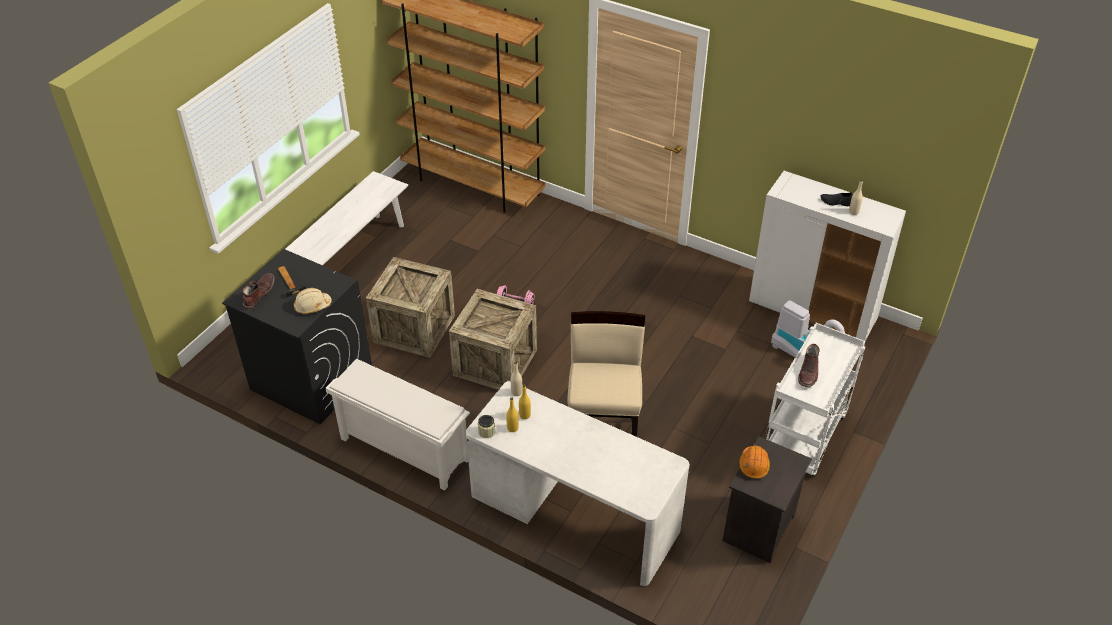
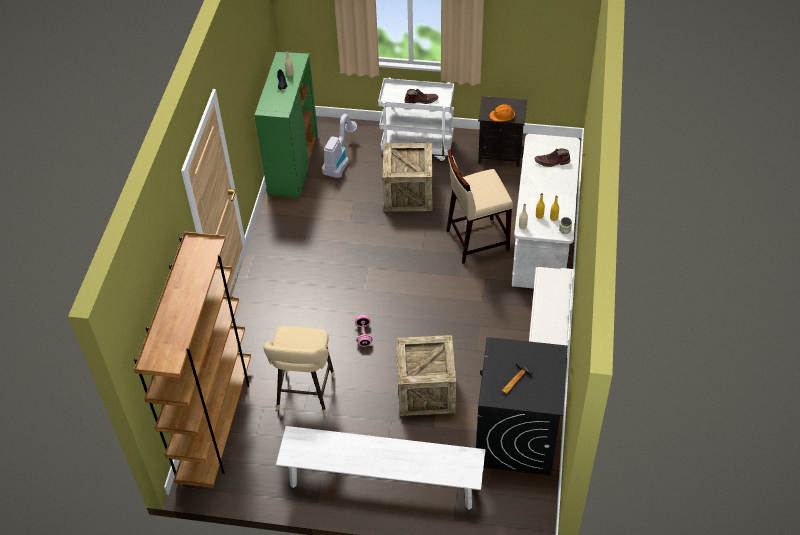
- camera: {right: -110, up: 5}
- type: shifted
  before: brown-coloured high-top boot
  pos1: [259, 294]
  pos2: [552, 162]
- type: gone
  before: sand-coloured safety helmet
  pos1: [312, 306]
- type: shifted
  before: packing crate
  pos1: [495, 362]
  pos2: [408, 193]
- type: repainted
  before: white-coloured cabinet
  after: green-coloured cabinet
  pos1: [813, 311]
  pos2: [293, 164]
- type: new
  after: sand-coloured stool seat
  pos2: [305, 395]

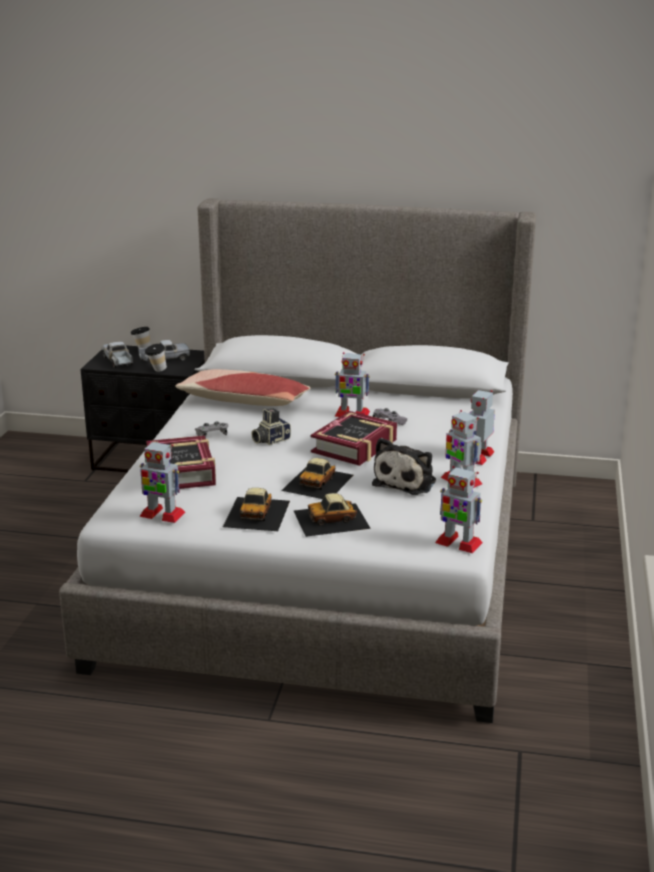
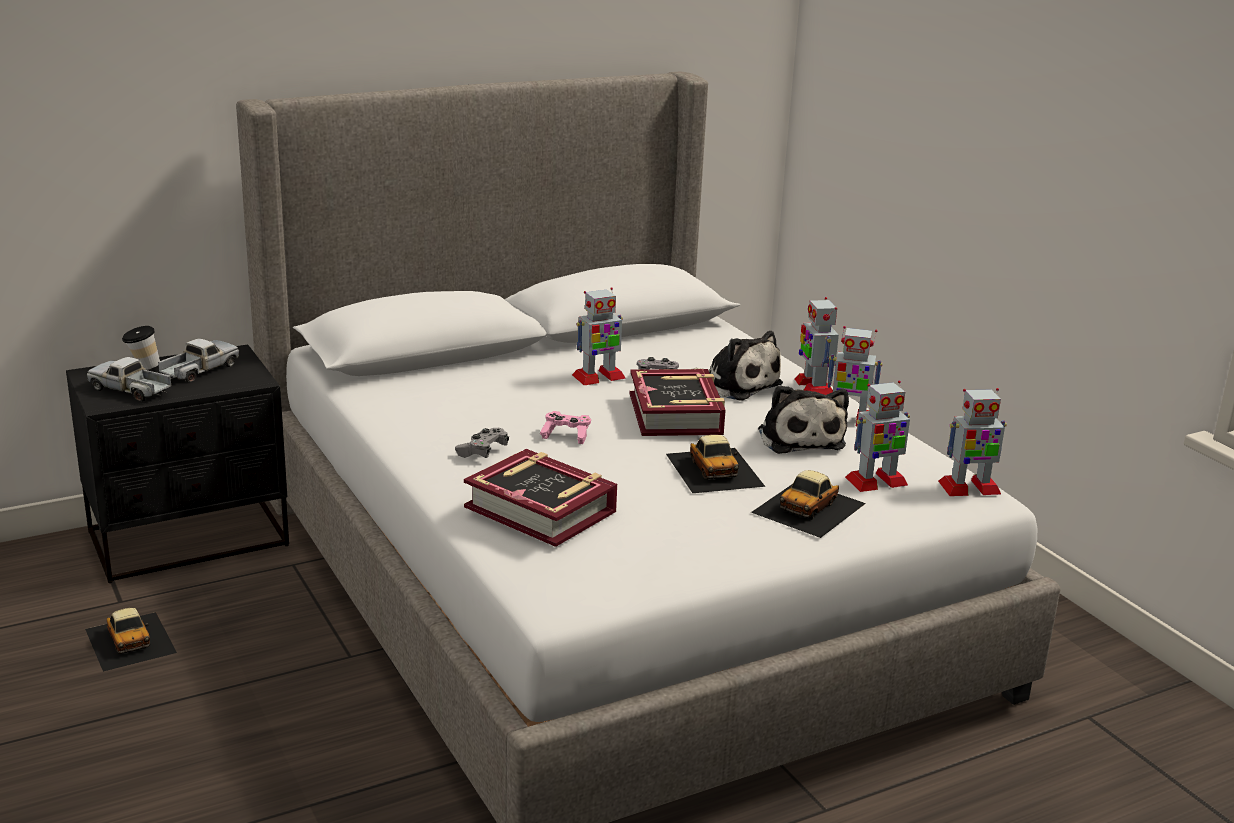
- camera: {right: -40, up: 0}
- type: shifted
  before: toy robot
  pos1: [161, 514]
  pos2: [875, 481]
- type: gone
  before: drinking cup
  pos1: [156, 370]
- type: gone
  before: cushion
  pos1: [242, 401]
- type: shifted
  before: model car
  pos1: [257, 513]
  pos2: [130, 640]
- type: swapped
  before: still camera
  after: pink-coloured game controller
  pos1: [270, 440]
  pos2: [566, 435]
- type: new
  after: soft toy
  pos2: [736, 384]

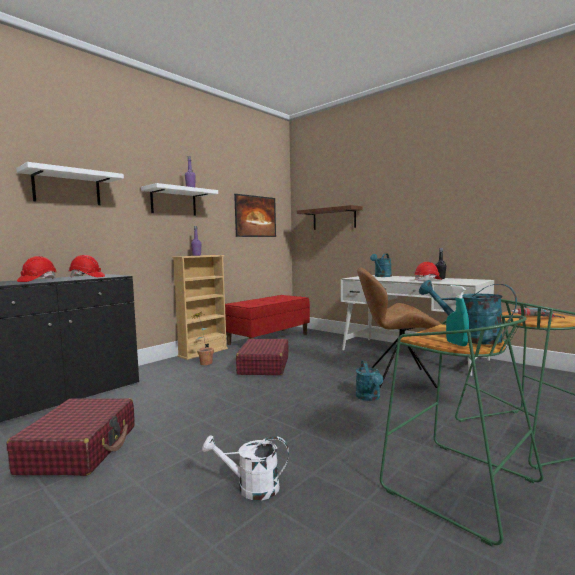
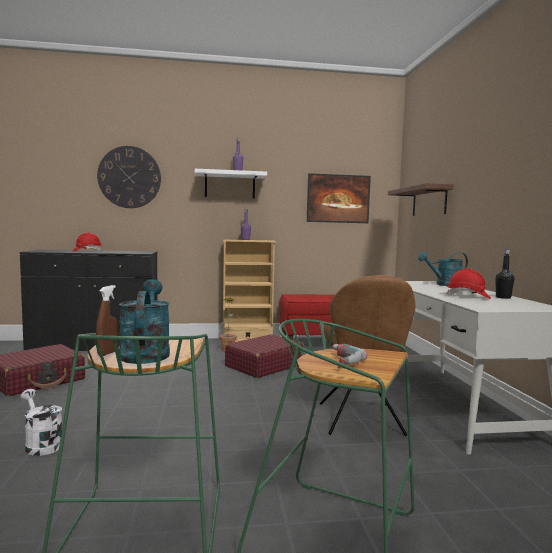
- camera: {right: 40, up: 0}
- type: swapped
  before: white-coloured bracket shelf
  after: wall clock
  pos1: [67, 188]
  pos2: [129, 177]
- type: gone
  before: reddish safety helmet
  pos1: [86, 277]
- type: gone
  before: blue-green watering can
  pos1: [369, 398]
- type: rotated
  before: brown-coloured chair
  pos1: [398, 378]
  pos2: [360, 420]
  turn: -135
- type: repainted
  before: blue-green hand sprayer
  after: brown-coloured hand sprayer
  pos1: [456, 344]
  pos2: [108, 353]

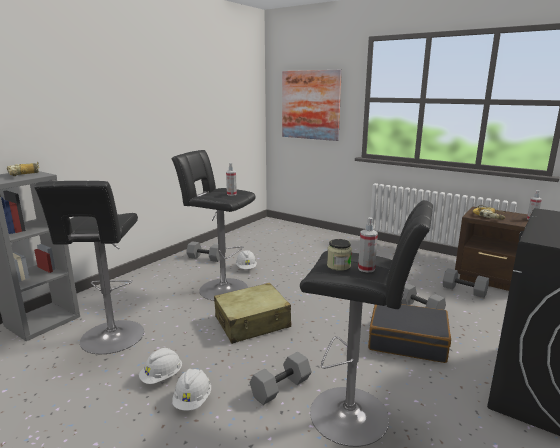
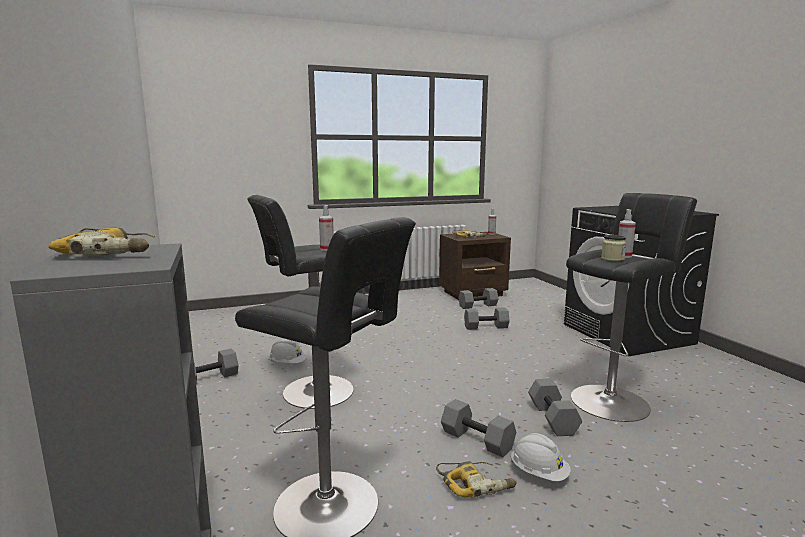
- camera: {right: -55, up: -5}
- type: swapped
  before: white-coloured safety helmet
  after: electric drill
  pos1: [162, 377]
  pos2: [475, 484]
- type: gone
  before: sand-coloured travel case
  pos1: [252, 323]
- type: gone
  before: picture
  pos1: [310, 105]
- type: gone
  before: blackish travel case
  pos1: [407, 341]
- type: new
  after: grey dumbbell
  pos2: [476, 440]

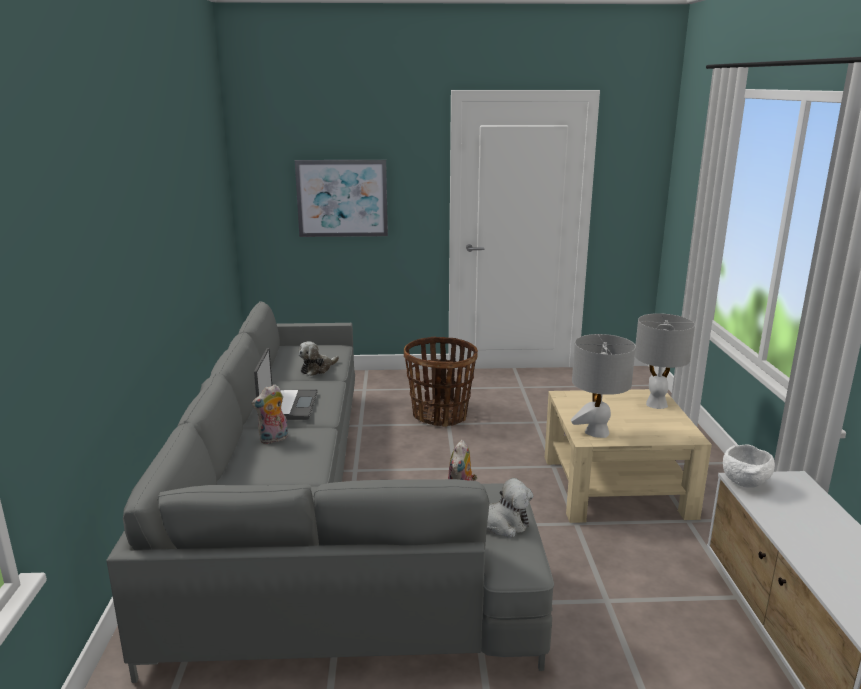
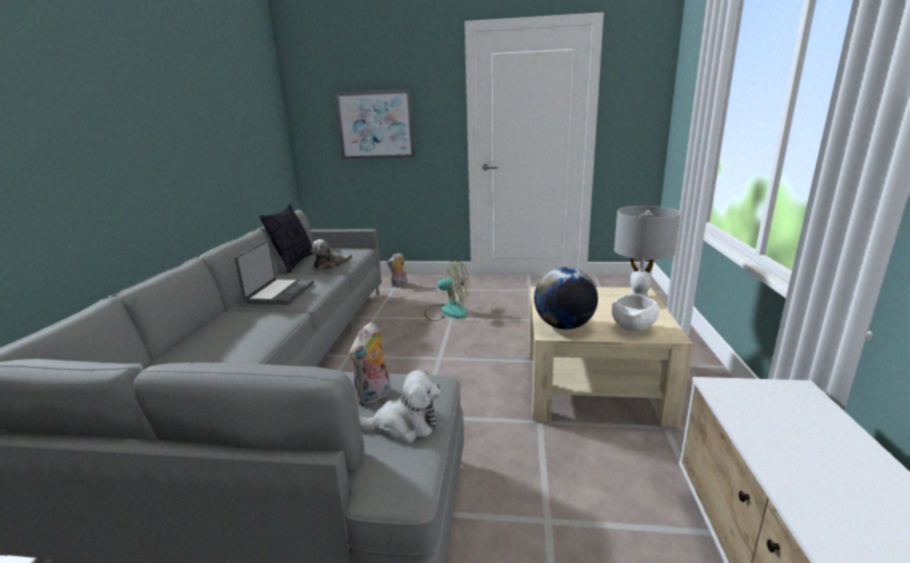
- camera: {right: 10, up: 0}
- type: shifted
  before: soft toy
  pos1: [273, 439]
  pos2: [399, 285]
- type: swapped
  before: basket
  after: cooling fan
  pos1: [440, 415]
  pos2: [447, 311]
- type: swapped
  before: grey tabletop lamp
  after: globe
  pos1: [596, 432]
  pos2: [564, 326]
- type: shifted
  before: white-coloured bowl
  pos1: [745, 484]
  pos2: [633, 329]
- type: new
  after: cushion
  pos2: [294, 263]

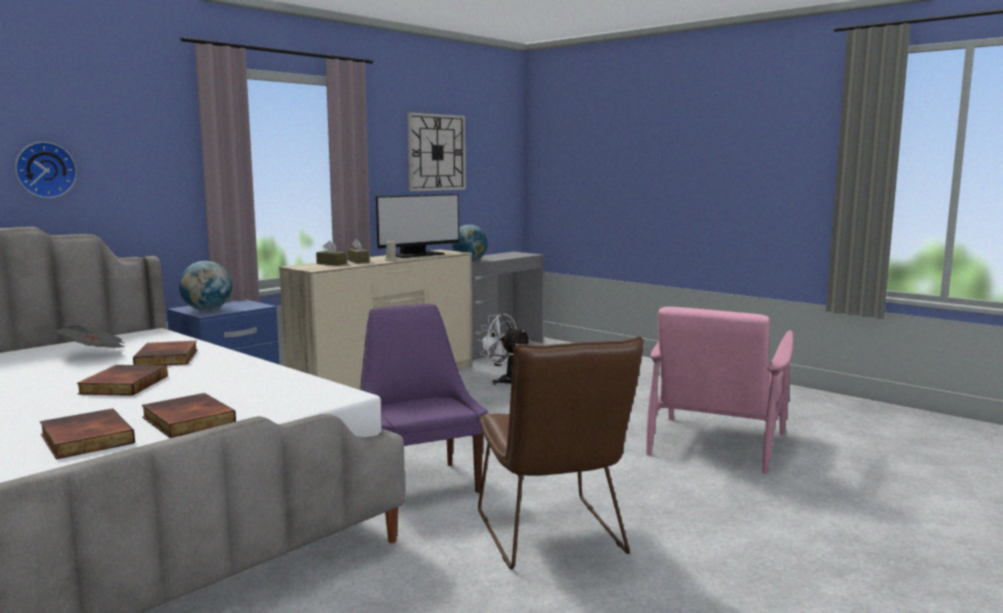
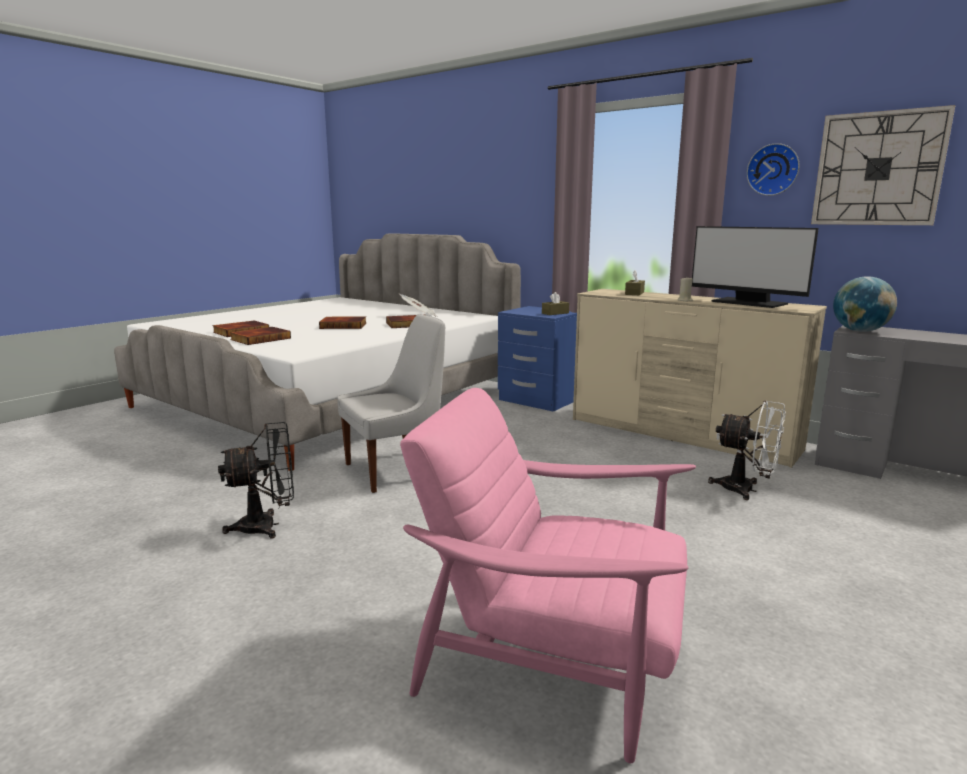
- camera: {right: 85, up: 5}
- type: shifted
  before: wall clock
  pos1: [45, 170]
  pos2: [773, 170]
- type: gone
  before: globe
  pos1: [207, 310]
- type: shifted
  before: brown-coloured box of tissues
  pos1: [358, 261]
  pos2: [555, 313]
- type: repainted
  before: purple-coloured chair
  after: white-coloured chair
  pos1: [421, 483]
  pos2: [396, 470]
- type: rotated
  before: white-coloured cooling fan
  pos1: [505, 381]
  pos2: [746, 490]
  turn: 90
- type: swapped
  before: brown-coloured chair
  after: blackish cooling fan
  pos1: [553, 537]
  pos2: [267, 526]

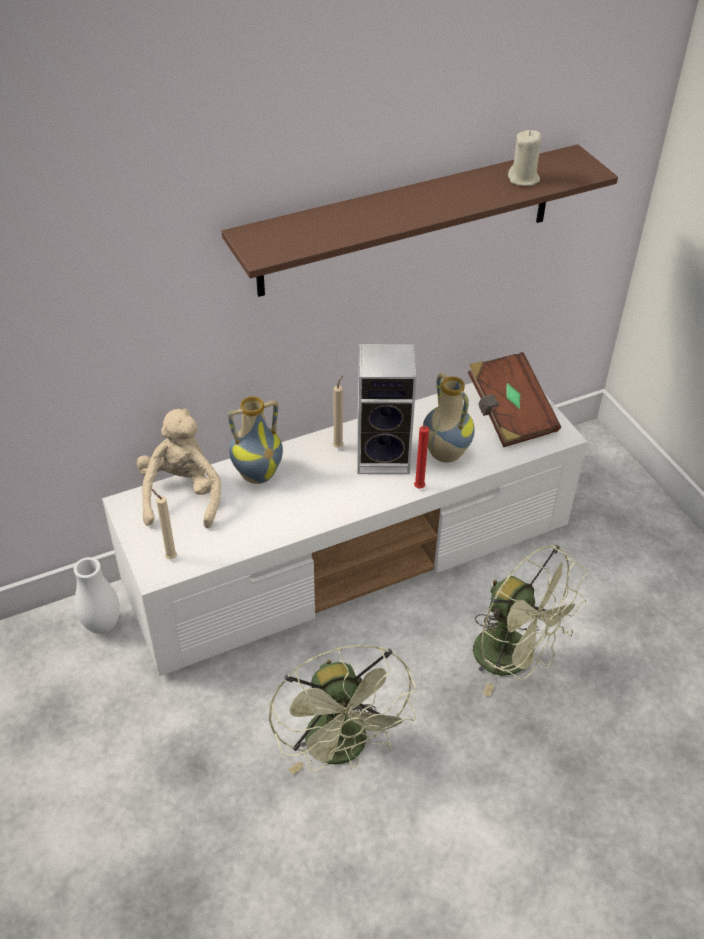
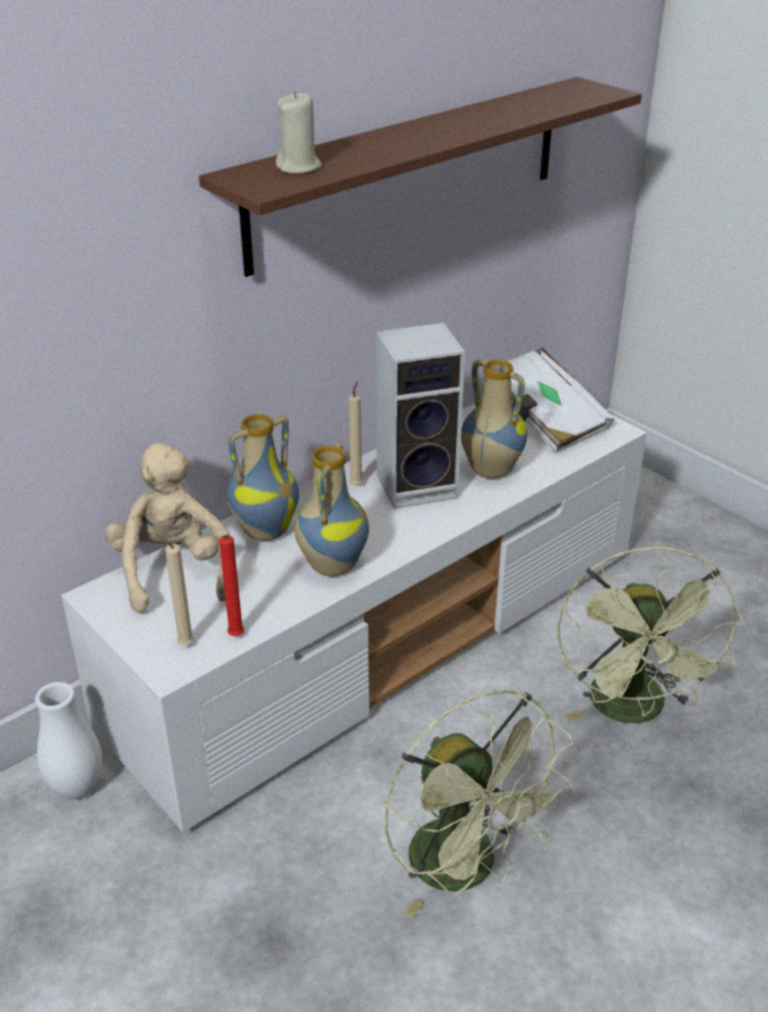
- camera: {right: -15, up: -10}
- type: shifted
  before: reddish wax light
  pos1: [418, 489]
  pos2: [235, 638]
- type: repainted
  before: brown-coloured book
  after: white-coloured book
  pos1: [509, 414]
  pos2: [545, 420]
- type: rotated
  before: green-coloured cooling fan
  pos1: [514, 659]
  pos2: [633, 711]
  turn: 60
- type: shifted
  before: sand-coloured wax light
  pos1: [523, 179]
  pos2: [299, 167]
- type: new
  after: flower vase
  pos2: [331, 565]

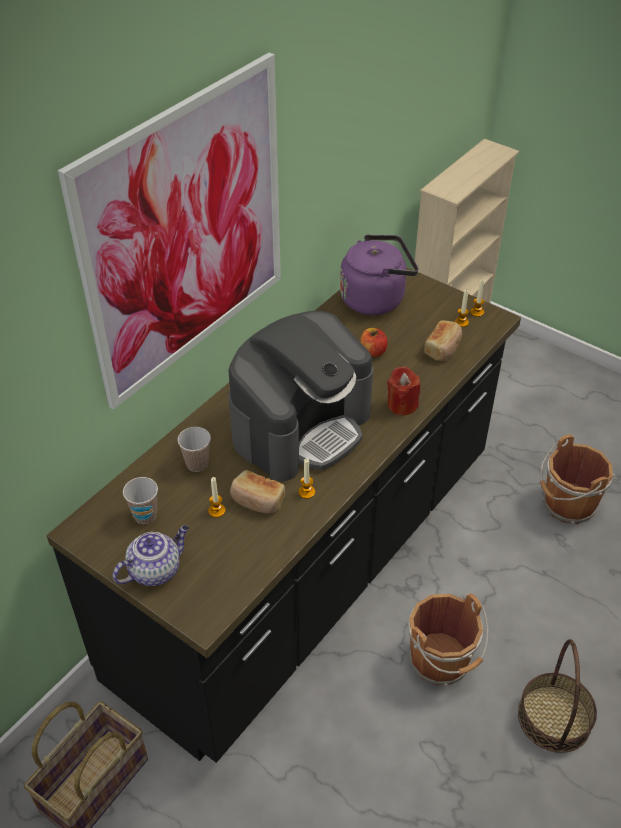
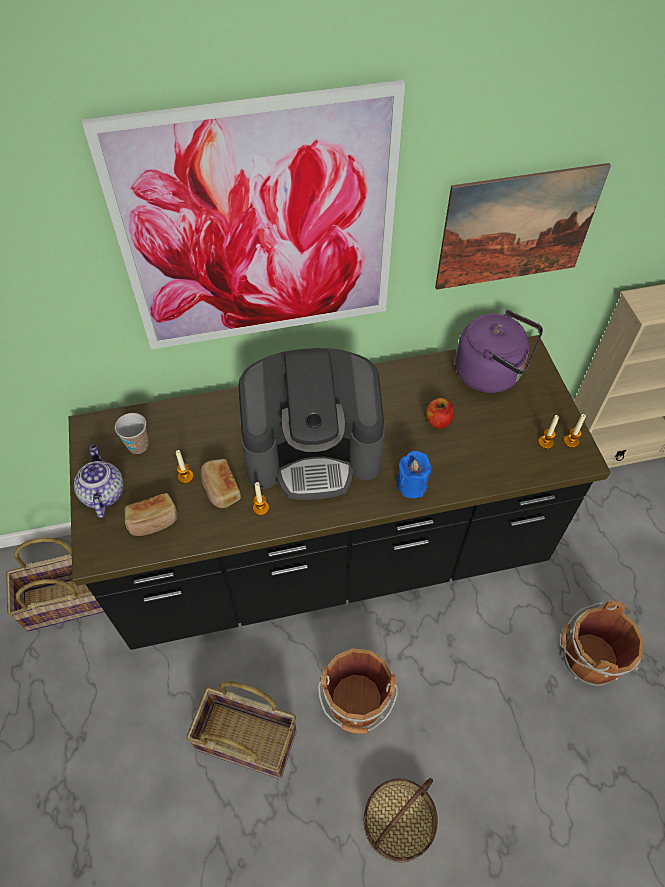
- camera: {right: 40, up: 10}
- type: rotated
  before: pot for tea
  pos1: [155, 570]
  pos2: [103, 493]
  turn: -105
- type: gone
  before: drinking cup
  pos1: [197, 464]
- type: repainted
  before: reddish wax light
  after: blue wax light
  pos1: [402, 405]
  pos2: [412, 485]
- type: shifted
  before: bread
  pos1: [443, 348]
  pos2: [153, 521]
- type: new
  after: basket
  pos2: [248, 739]
- type: new
  after: picture
  pos2: [517, 228]

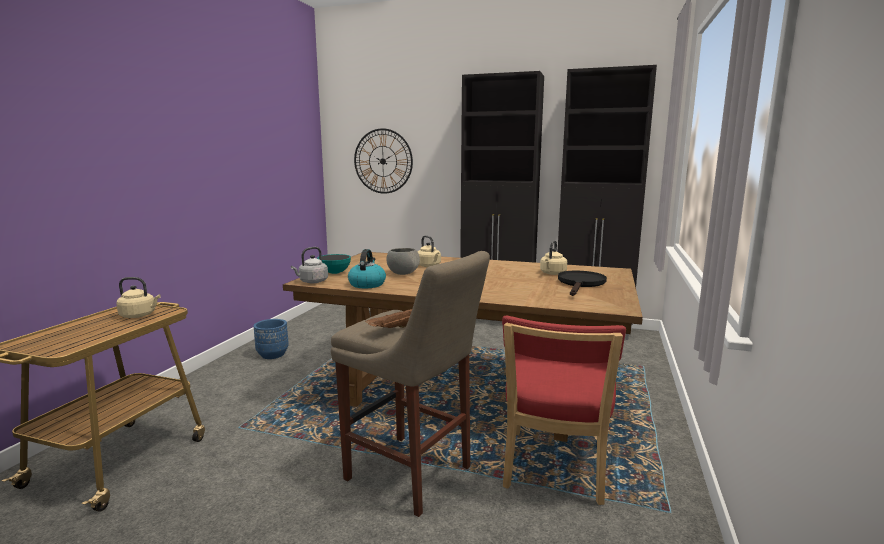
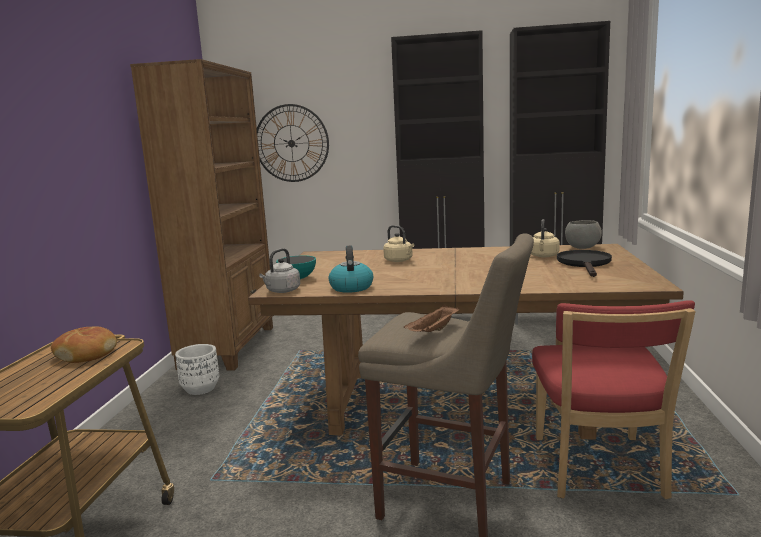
- camera: {right: -10, up: 0}
- type: swapped
  before: sand-coloured water kettle
  after: bread
  pos1: [139, 315]
  pos2: [86, 354]
- type: repainted
  before: blue flower pot
  after: white-coloured flower pot
  pos1: [273, 355]
  pos2: [200, 389]
- type: shifted
  before: grey bowl
  pos1: [402, 273]
  pos2: [582, 248]
- type: new
  after: brown-coloured bookcase
  pos2: [230, 346]

